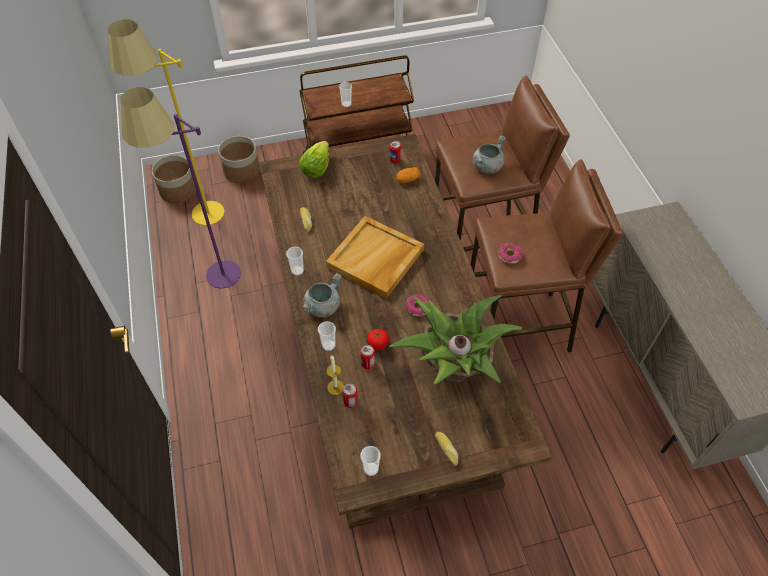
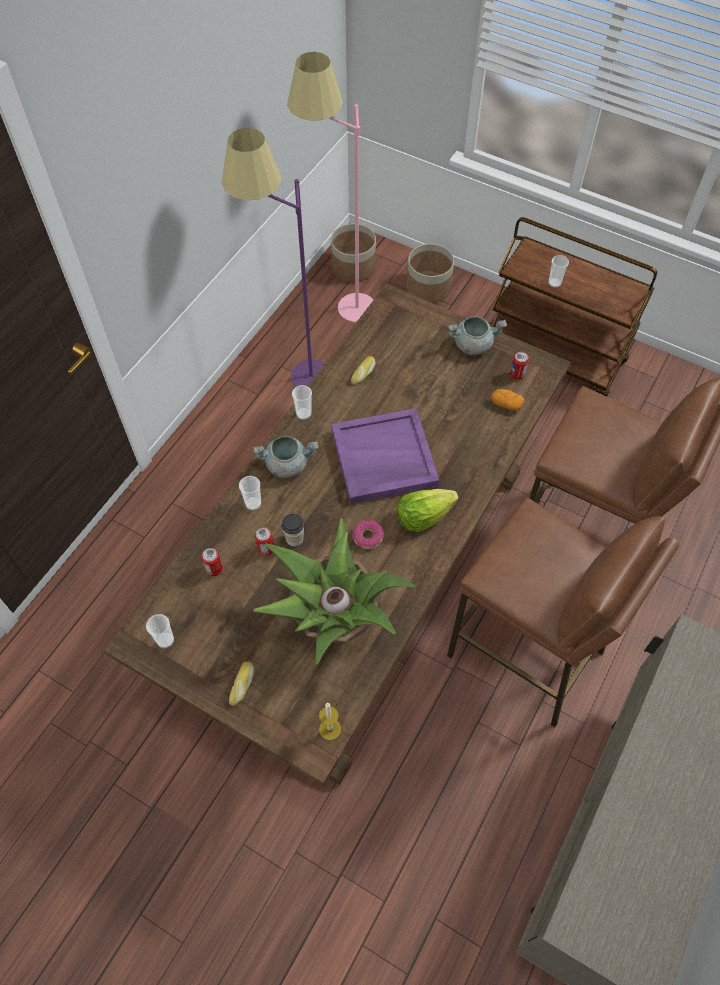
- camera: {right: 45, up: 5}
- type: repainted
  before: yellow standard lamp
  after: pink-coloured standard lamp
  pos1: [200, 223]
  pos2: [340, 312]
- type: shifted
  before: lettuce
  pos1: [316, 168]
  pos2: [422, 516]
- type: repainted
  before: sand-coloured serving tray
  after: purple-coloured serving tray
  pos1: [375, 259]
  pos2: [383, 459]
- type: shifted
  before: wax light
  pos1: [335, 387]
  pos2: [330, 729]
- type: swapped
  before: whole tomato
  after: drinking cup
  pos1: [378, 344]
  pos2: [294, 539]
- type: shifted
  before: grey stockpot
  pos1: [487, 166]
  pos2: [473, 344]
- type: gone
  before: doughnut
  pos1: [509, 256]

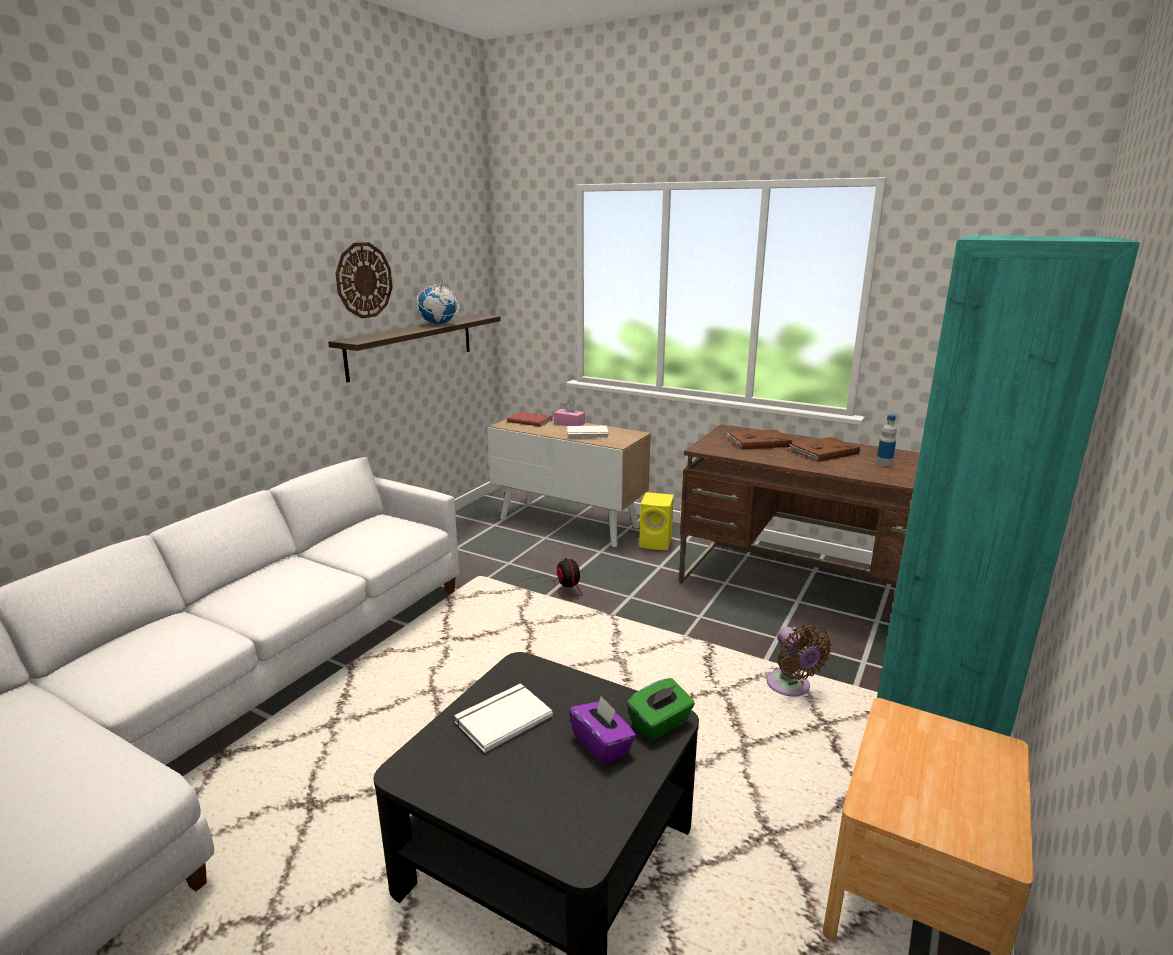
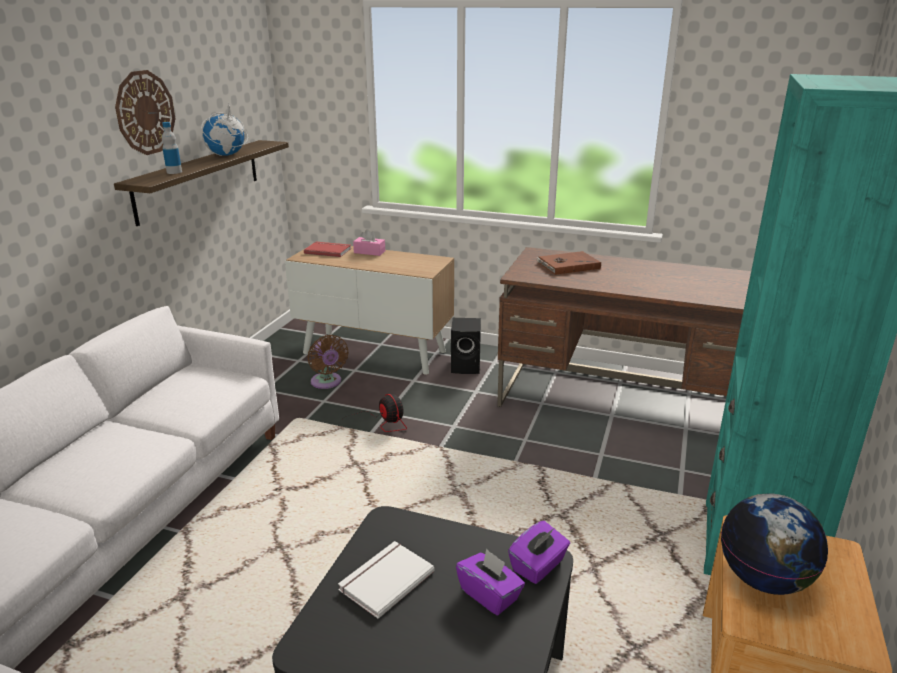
- camera: {right: -10, up: 5}
- type: gone
  before: white-coloured book
  pos1: [587, 434]
- type: repainted
  before: green-coloured box of tissues
  after: purple-coloured box of tissues
  pos1: [660, 724]
  pos2: [538, 566]
- type: repainted
  before: yellow speaker
  after: blackish speaker
  pos1: [657, 542]
  pos2: [467, 366]
- type: shifted
  before: brown-coloured cooling fan
  pos1: [790, 687]
  pos2: [327, 383]
- type: gone
  before: brown-coloured book
  pos1: [823, 452]
- type: shifted
  before: beverage bottle
  pos1: [884, 463]
  pos2: [174, 172]
- type: new
  after: globe
  pos2: [764, 579]

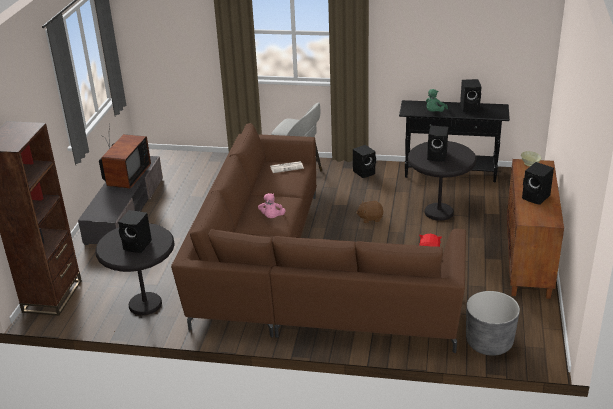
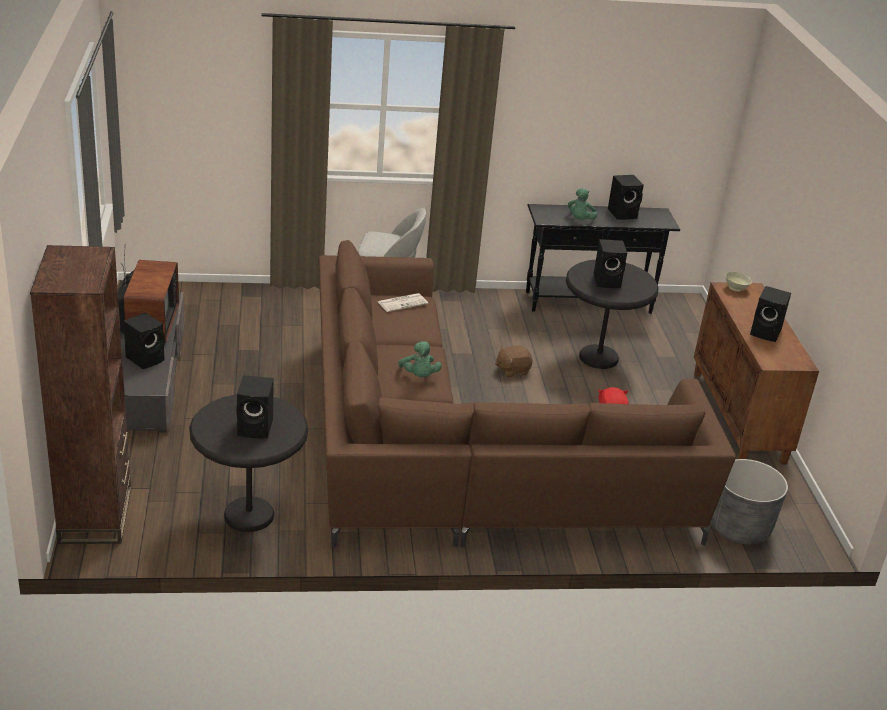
- camera: {right: -20, up: 0}
- type: repainted
  before: pink-coloured soft toy
  after: green-coloured soft toy
  pos1: [272, 217]
  pos2: [419, 376]
- type: shifted
  before: blackish speaker
  pos1: [364, 172]
  pos2: [146, 358]

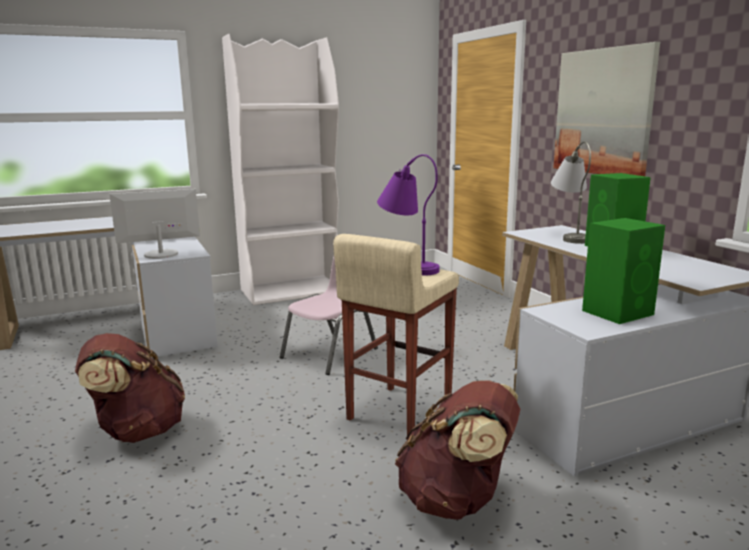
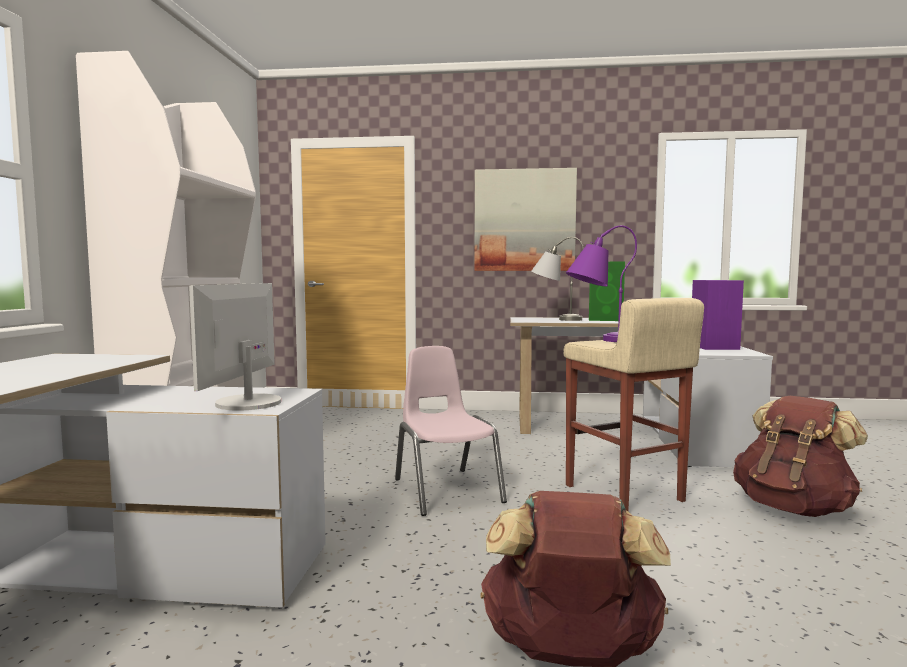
- camera: {right: -60, up: -10}
- type: repainted
  before: green-coloured speaker
  after: purple-coloured speaker
  pos1: [618, 312]
  pos2: [713, 347]

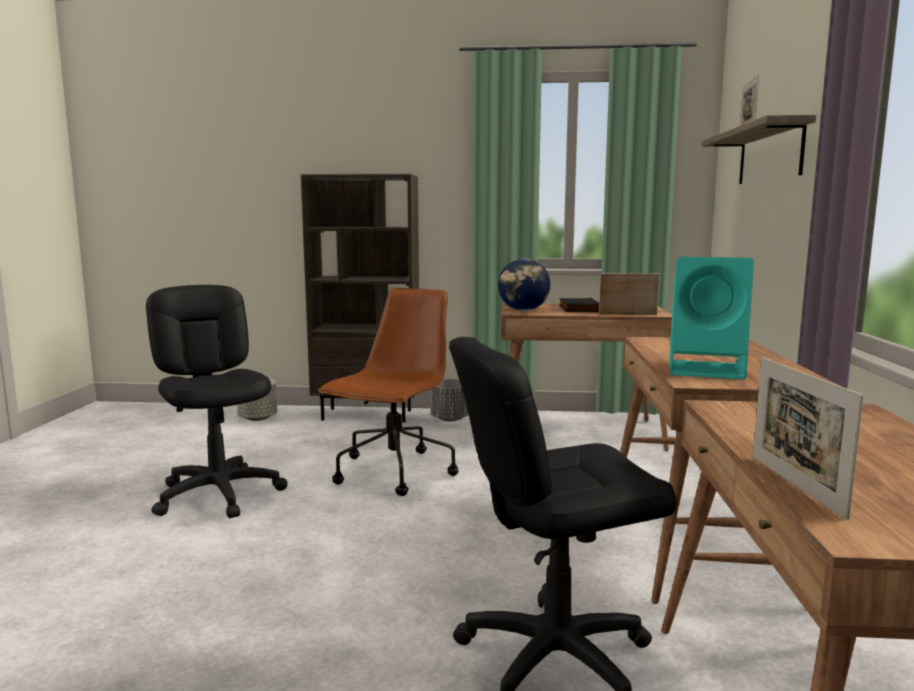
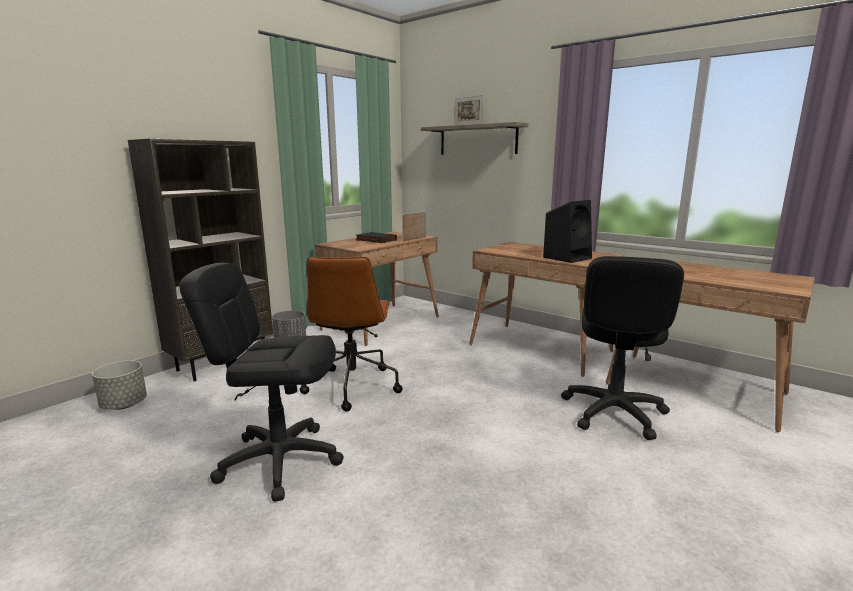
- camera: {right: -55, up: 5}
- type: rotated
  before: brown-coloured office chair
  pos1: [393, 473]
  pos2: [352, 386]
  turn: -150
- type: gone
  before: globe
  pos1: [523, 310]
- type: repainted
  before: blue-green speaker
  after: blackish speaker
  pos1: [708, 369]
  pos2: [567, 258]
- type: gone
  before: standing frame
  pos1: [795, 485]

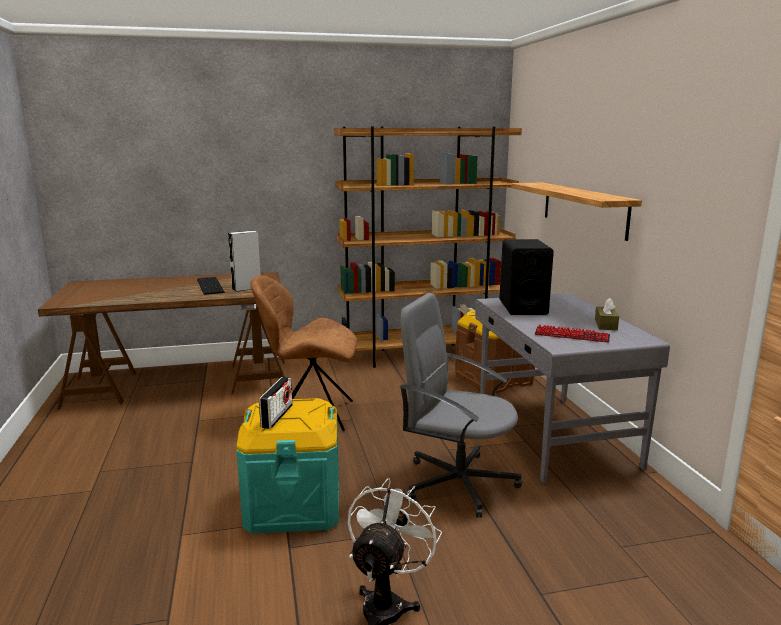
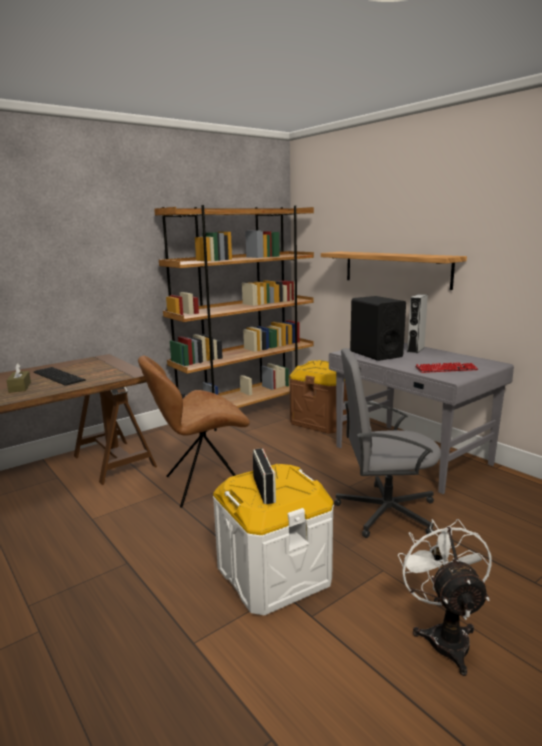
- camera: {right: -25, up: 0}
- type: shifted
  before: grey speaker
  pos1: [246, 288]
  pos2: [415, 349]
- type: repainted
  before: blue-green storage bin
  after: white-coloured storage bin
  pos1: [293, 505]
  pos2: [274, 574]
- type: shifted
  before: brown-coloured box of tissues
  pos1: [605, 325]
  pos2: [20, 387]

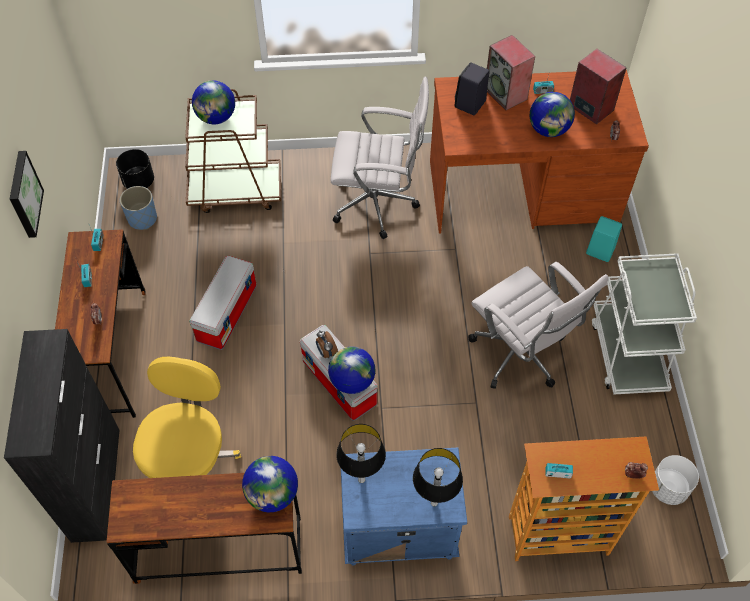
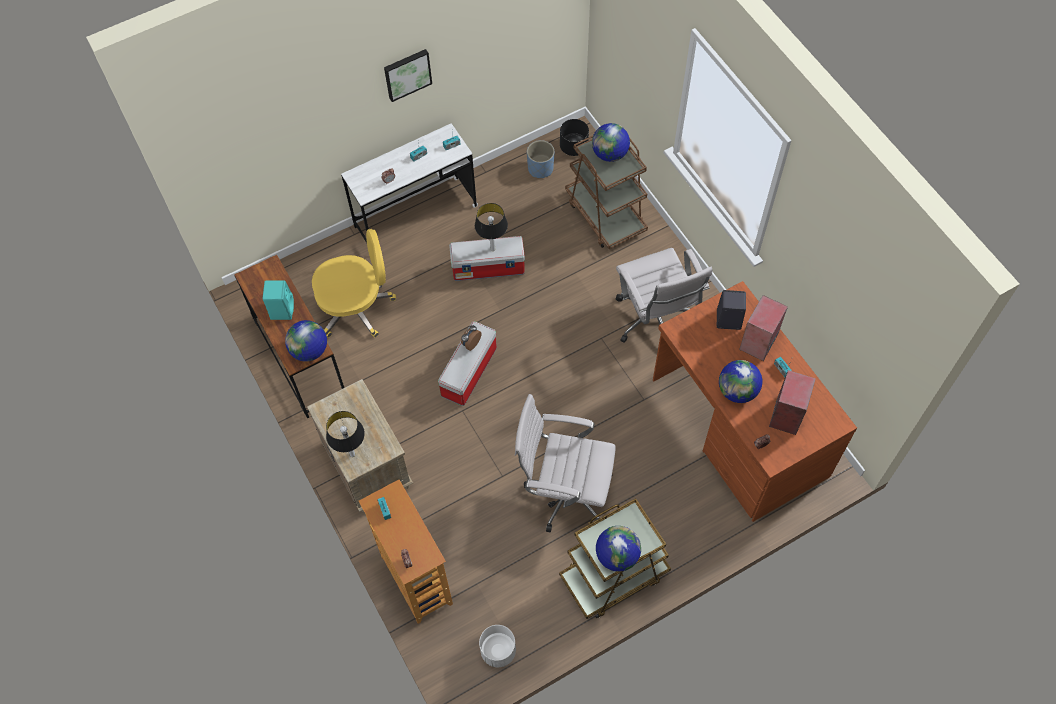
- camera: {right: 65, up: 5}
- type: gone
  before: blackish cabinet
  pos1: [96, 483]
- type: repainted
  before: brown-coloured desk unit
  after: white-coloured desk unit
  pos1: [114, 353]
  pos2: [416, 216]
- type: shifted
  before: globe
  pos1: [352, 381]
  pos2: [617, 555]
- type: shifted
  before: tabletop lamp
  pos1: [362, 480]
  pos2: [492, 249]
- type: repainted
  before: blue night table
  after: sand-coloured night table
  pos1: [397, 531]
  pos2: [367, 466]
- type: rotated
  before: white-coloured office chair
  pos1: [521, 356]
  pos2: [564, 492]
  turn: 75
- type: shifted
  before: blue-green speaker
  pos1: [599, 250]
  pos2: [282, 309]
- type: repainted
  before: white-coloured wheeled cart
  after: brown-coloured wheeled cart
  pos1: [628, 353]
  pos2: [613, 576]

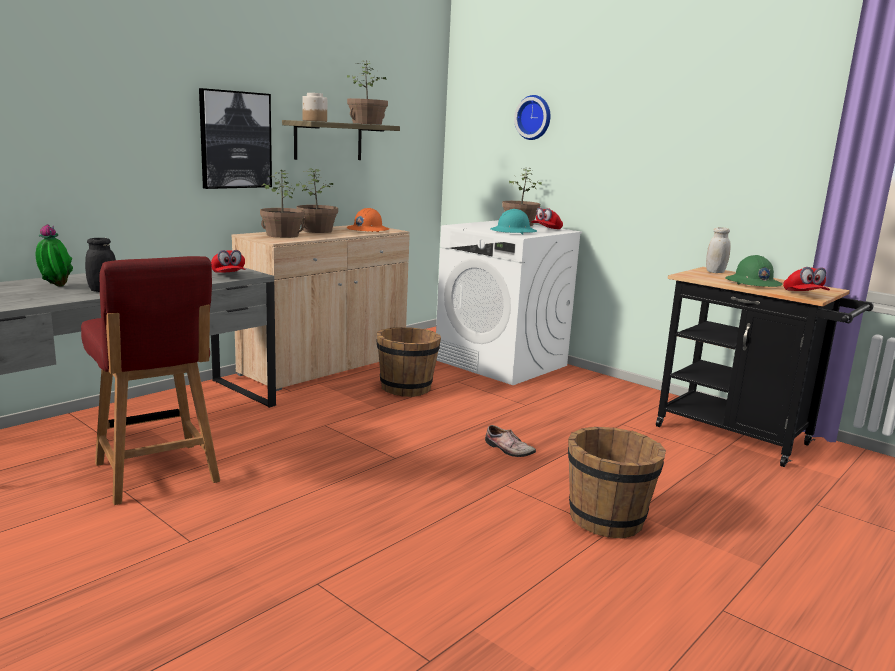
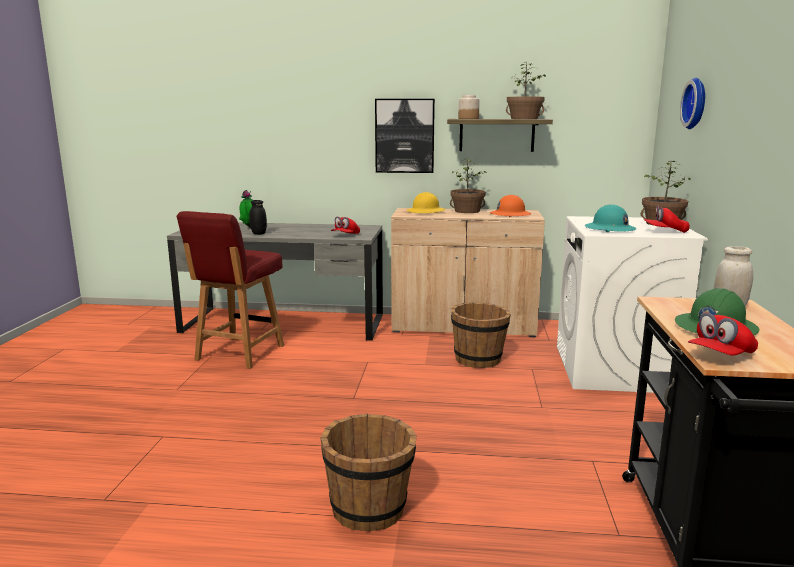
- camera: {right: 55, up: 0}
- type: swapped
  before: houseplant
  after: yellow safety helmet
  pos1: [283, 235]
  pos2: [426, 211]
- type: gone
  before: shoe
  pos1: [508, 450]

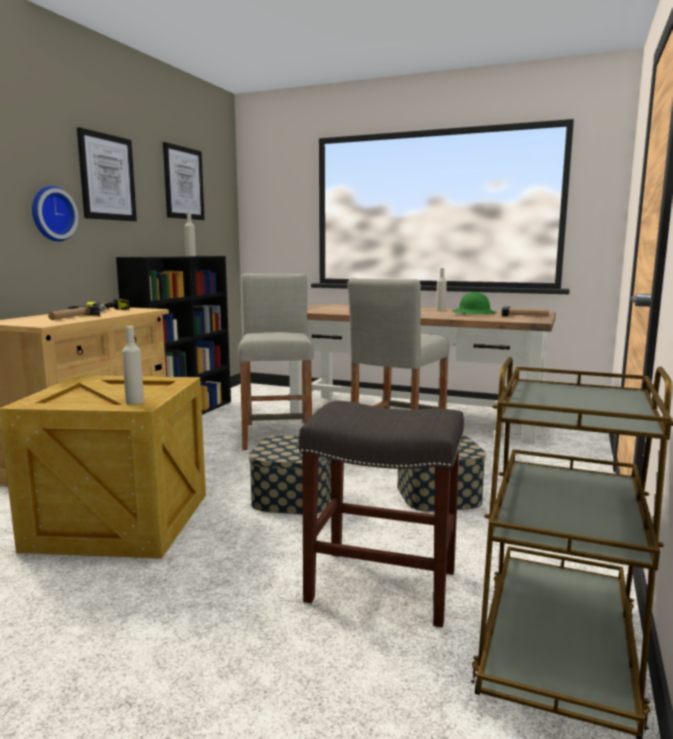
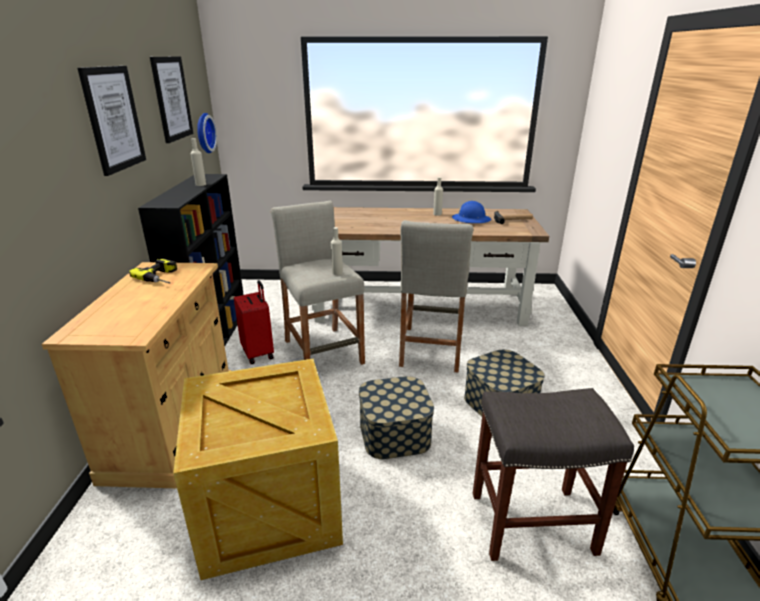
- camera: {right: -20, up: 15}
- type: shifted
  before: wall clock
  pos1: [51, 214]
  pos2: [203, 133]
- type: gone
  before: hand hammer
  pos1: [71, 317]
- type: shifted
  before: sand-coloured beverage bottle
  pos1: [135, 402]
  pos2: [337, 272]
- type: repainted
  before: green-coloured safety helmet
  after: blue safety helmet
  pos1: [474, 313]
  pos2: [471, 219]
- type: new
  after: reddish travel case
  pos2: [259, 353]

